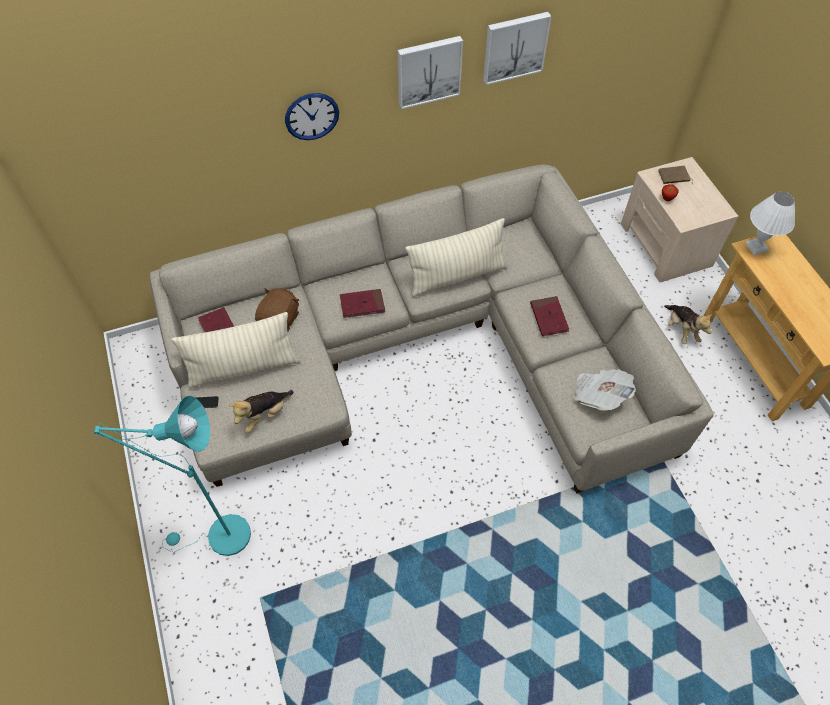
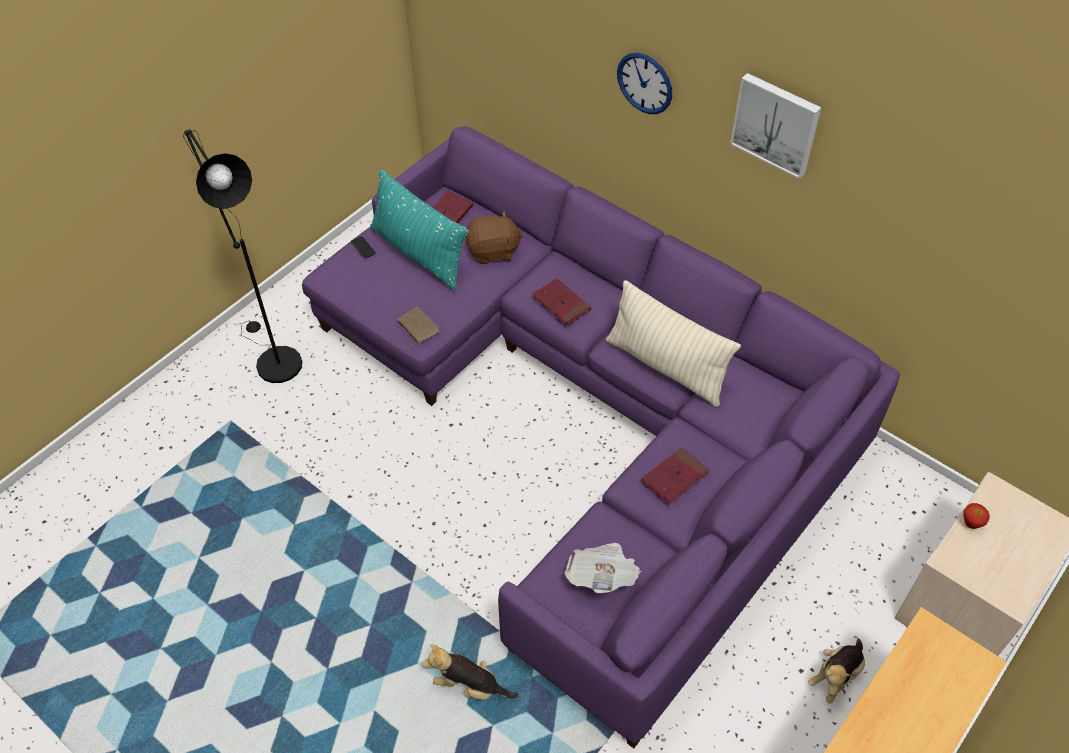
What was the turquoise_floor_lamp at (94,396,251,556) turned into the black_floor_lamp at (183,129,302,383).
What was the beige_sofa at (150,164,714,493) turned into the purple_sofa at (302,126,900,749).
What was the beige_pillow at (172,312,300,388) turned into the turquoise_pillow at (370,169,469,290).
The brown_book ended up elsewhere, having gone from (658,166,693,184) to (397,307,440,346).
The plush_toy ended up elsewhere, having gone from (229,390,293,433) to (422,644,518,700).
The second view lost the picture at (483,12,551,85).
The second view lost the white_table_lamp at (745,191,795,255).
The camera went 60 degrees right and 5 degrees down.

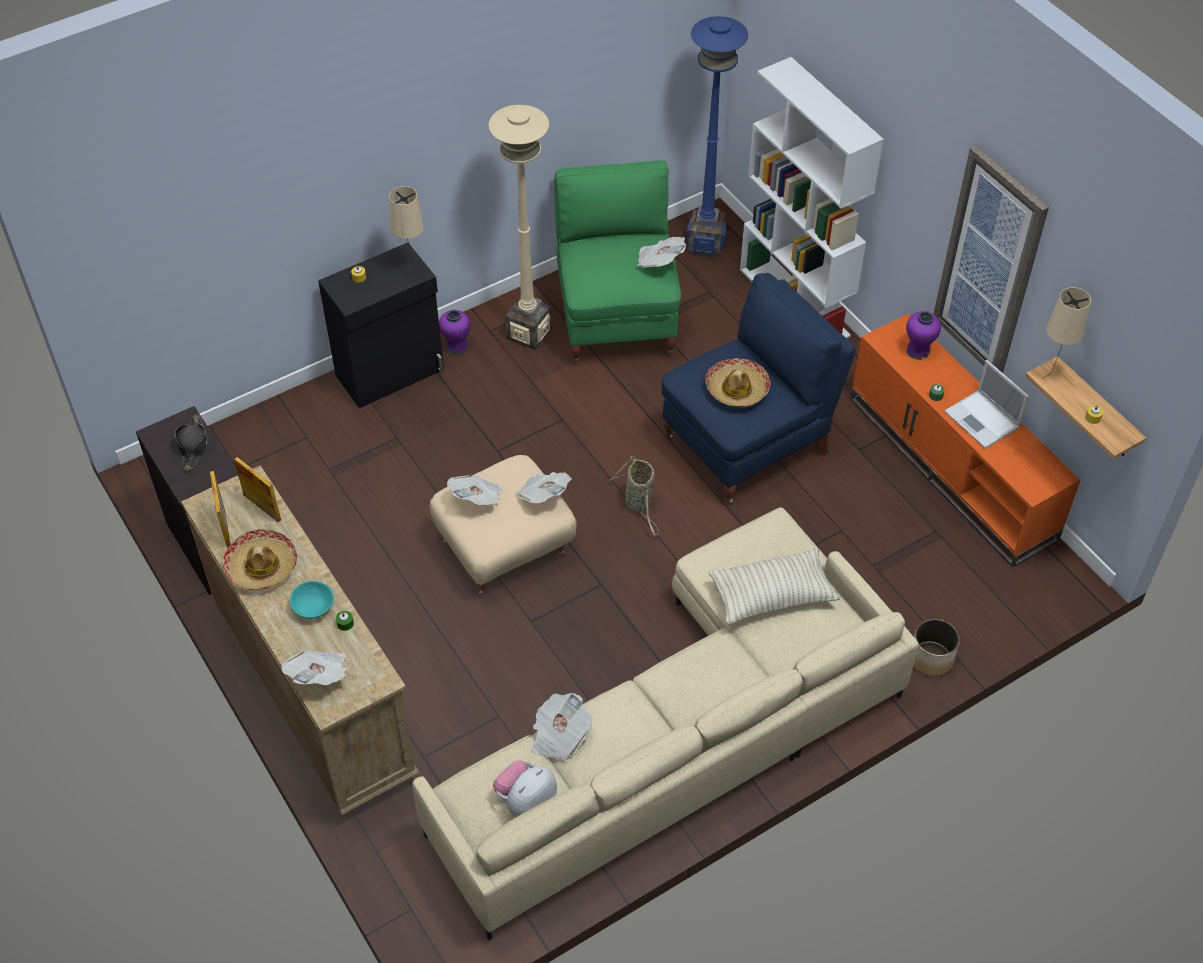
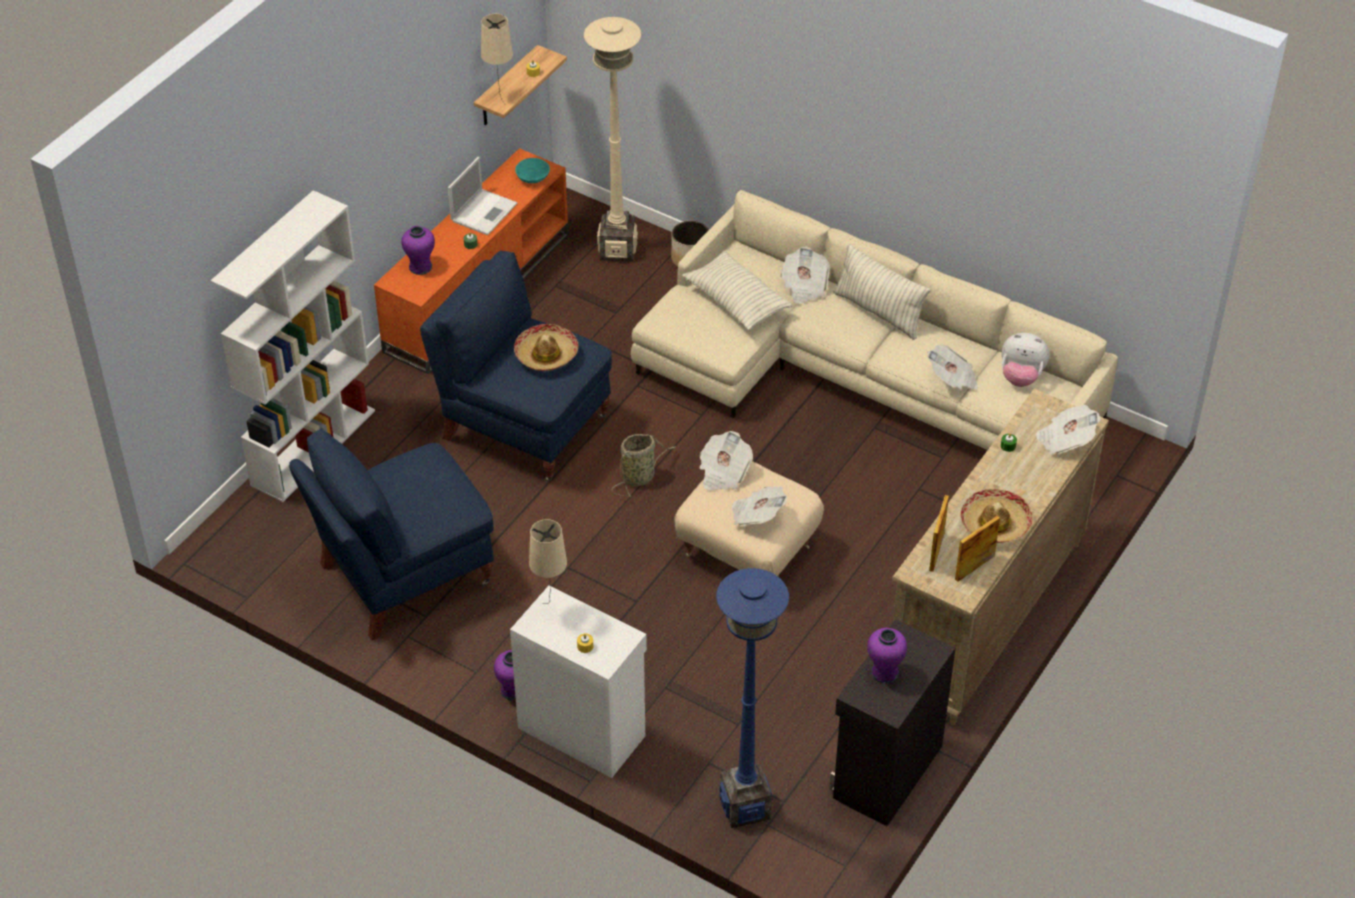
What was the green_armchair at (554,160,681,364) turned into the blue_armchair at (289,428,494,641).
What was the black_cabinet at (318,243,444,408) turned into the white_cabinet at (510,586,647,778).
The turquoise_bowl ended up elsewhere, having gone from (290,581,334,619) to (515,158,550,183).
The beige_floor_lamp ended up elsewhere, having gone from (489,105,551,350) to (584,17,641,262).
The blue_floor_lamp ended up elsewhere, having gone from (687,16,748,257) to (716,568,789,828).
The newspaper ended up elsewhere, having gone from (637,237,686,267) to (780,247,830,304).
The second view gained the pillow at (833,243,931,340).
Where the black_hat stood at (175,415,207,471), the purple_vase came to stand at (867,628,907,684).
The second view lost the picture at (933,145,1049,373).
The camera went 115 degrees left and 5 degrees down.

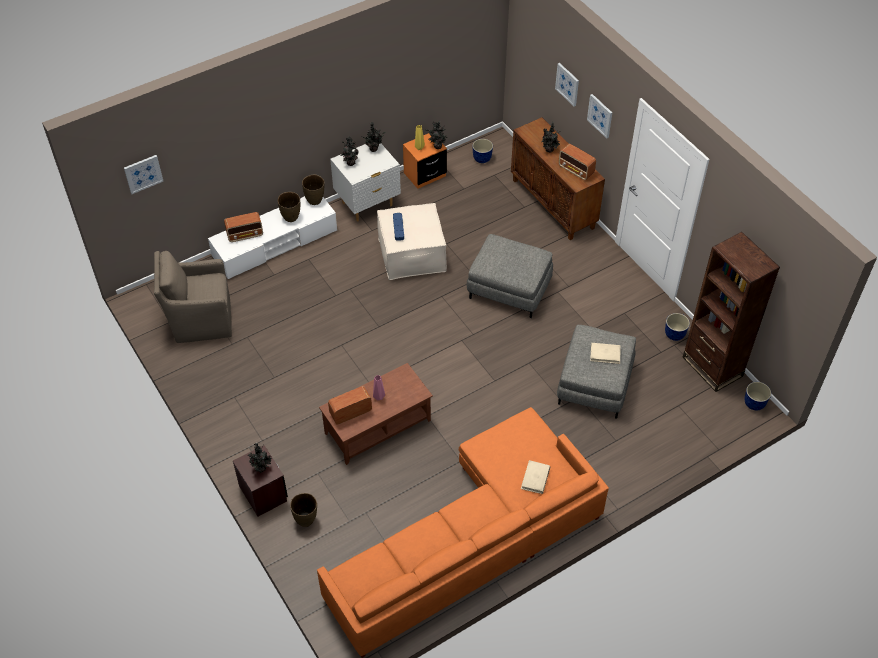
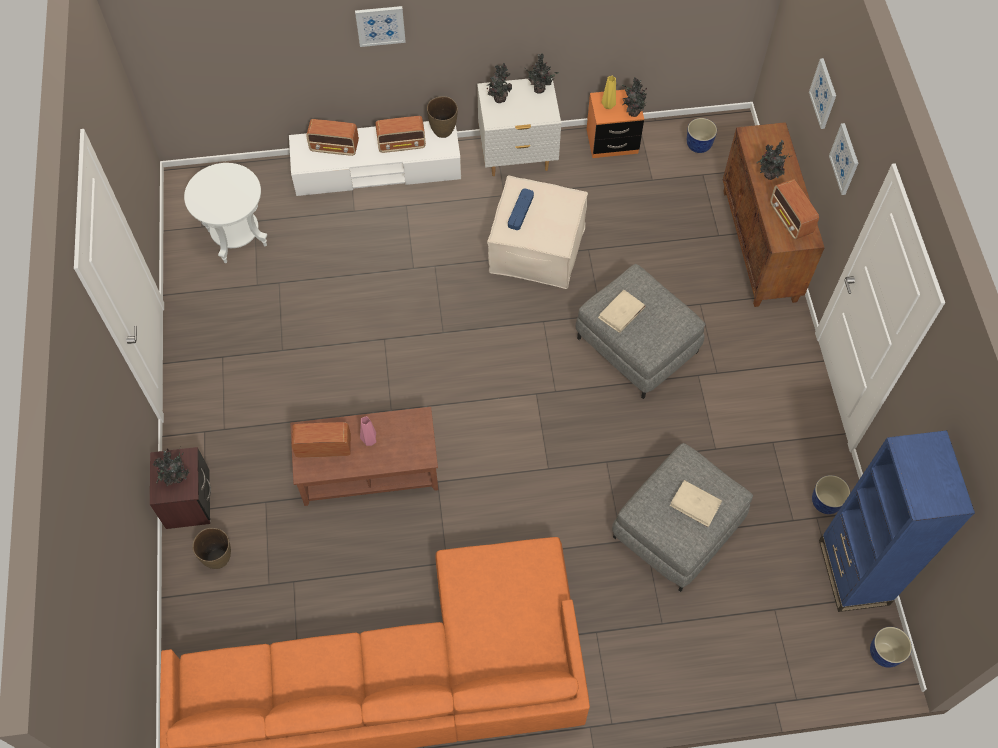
Where the brown_armchair stood at (154,251,232,343), the white_side_table came to stand at (184,163,267,263).
The picture ended up elsewhere, having gone from (124,155,163,194) to (355,6,406,47).
Where the brown_vase stood at (278,192,300,222), the radio came to stand at (375,116,426,153).
The beige_book ended up elsewhere, having gone from (521,460,551,494) to (598,290,645,333).
What was the brown_bookcase at (683,232,780,392) turned into the blue_bookcase at (819,430,975,612).
The camera went 25 degrees right and 10 degrees up.

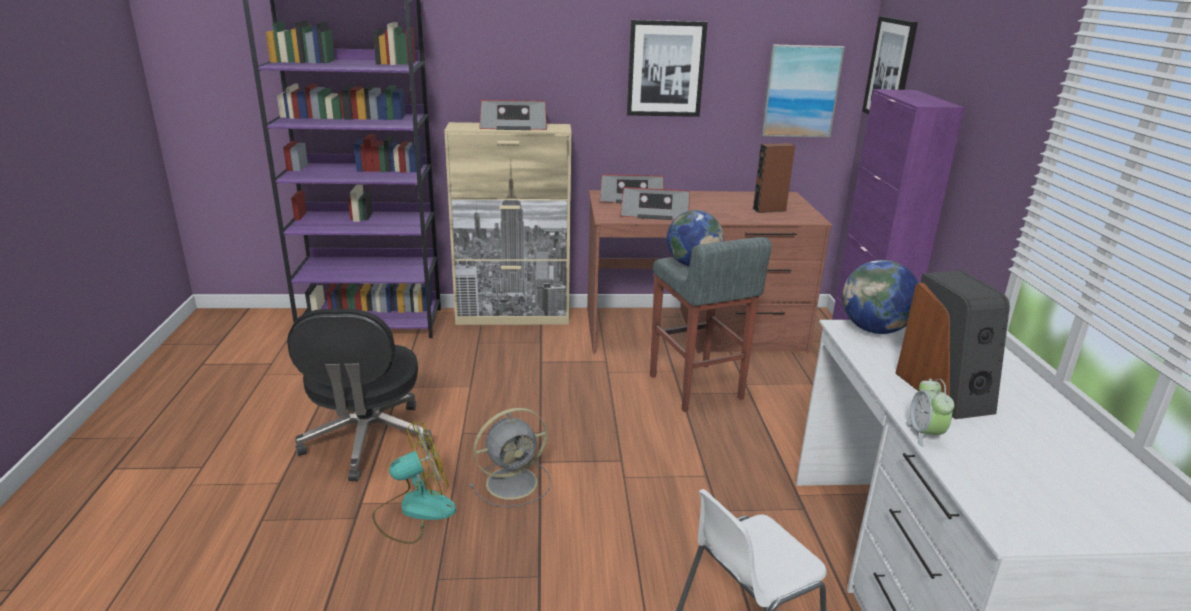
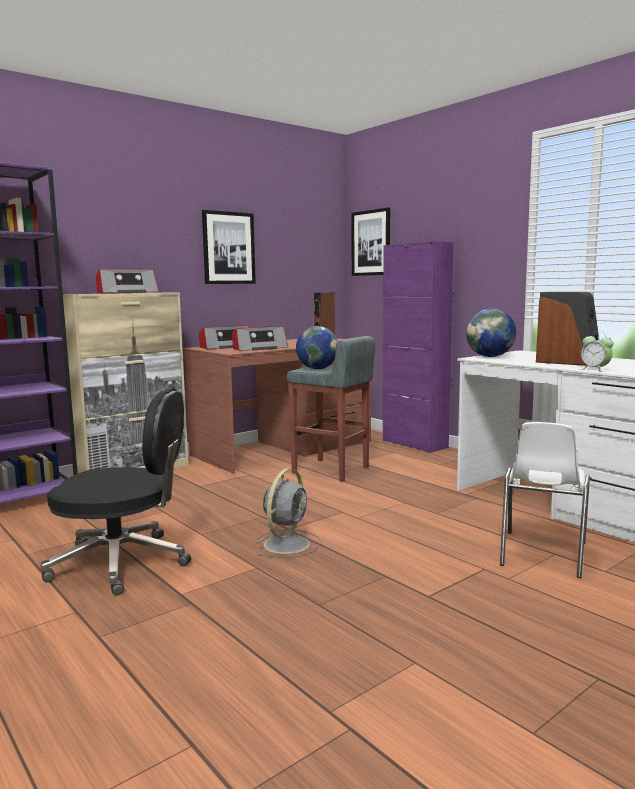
The black_office_chair at (287,309,434,482) ended up facing another way, 45 degrees counterclockwise from before.
The second view lost the fan at (372,422,456,544).
The second view lost the picture at (761,44,845,137).
The camera went 35 degrees left and 15 degrees down.

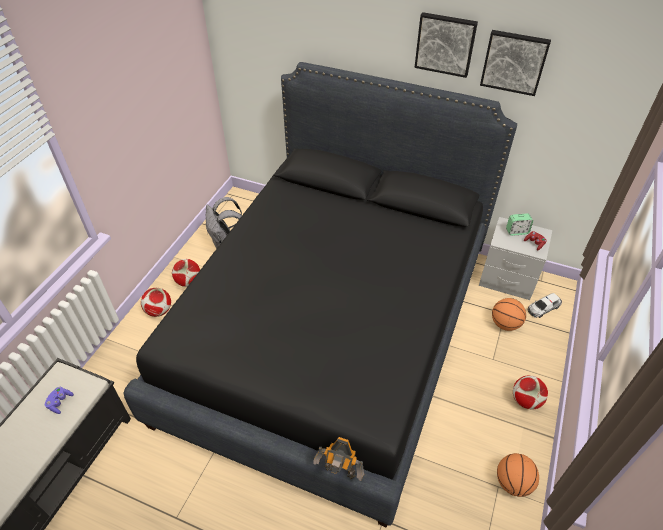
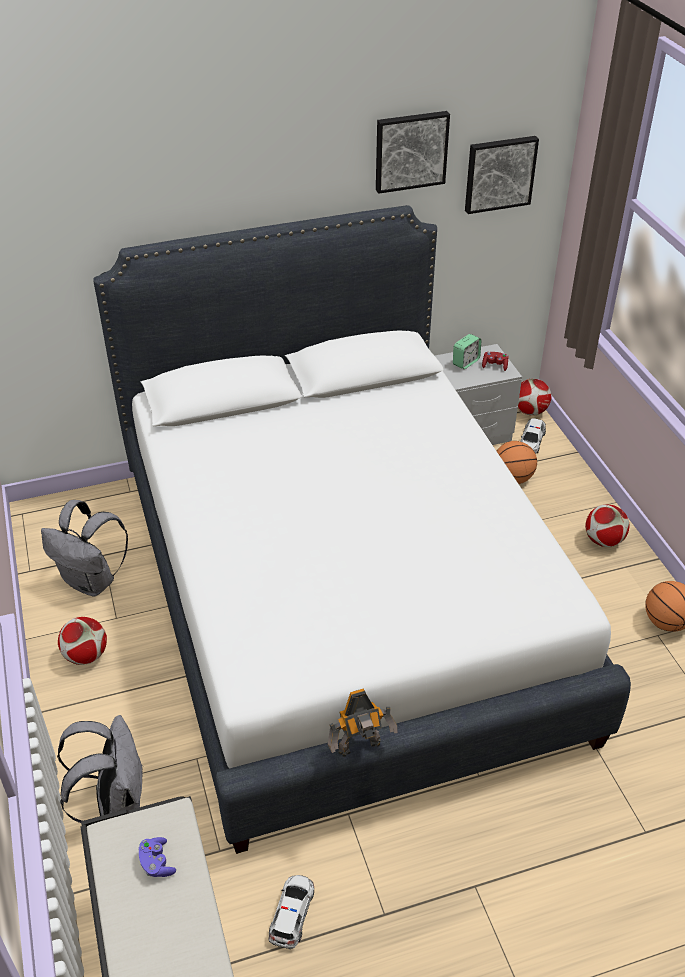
The second view gained the grey_backpack at (57,715,142,823).
What was the black_bed at (123,62,517,527) turned into the white_bed at (93,205,631,854).
The second view gained the toy_car at (269,875,314,949).
The toy_robot ended up elsewhere, having gone from (313,437,364,481) to (328,688,398,757).
The picture ended up elsewhere, having gone from (414,12,478,78) to (465,136,539,214).
The football ended up elsewhere, having gone from (141,288,171,317) to (518,379,551,415).
The camera went 40 degrees left and 5 degrees down.

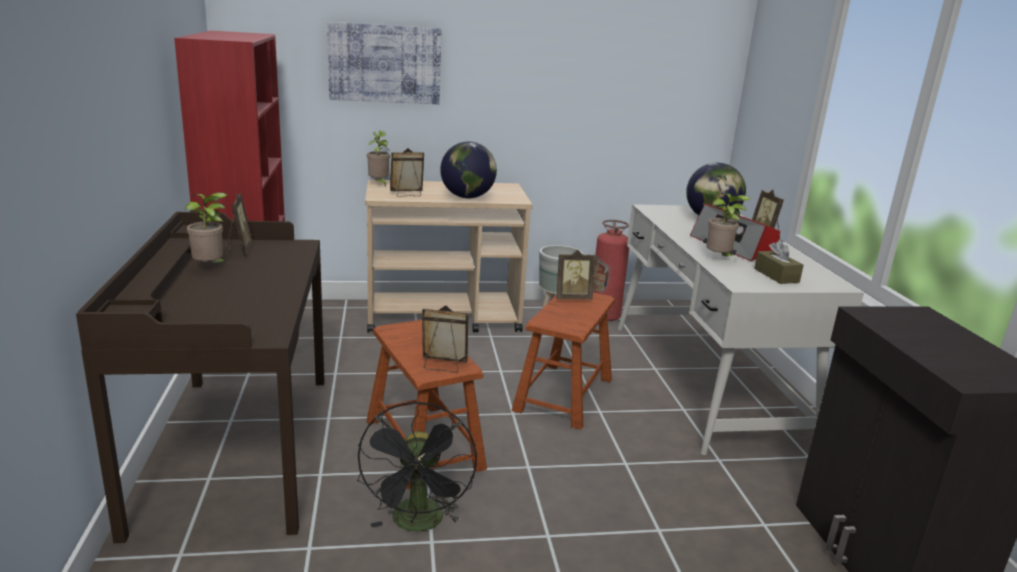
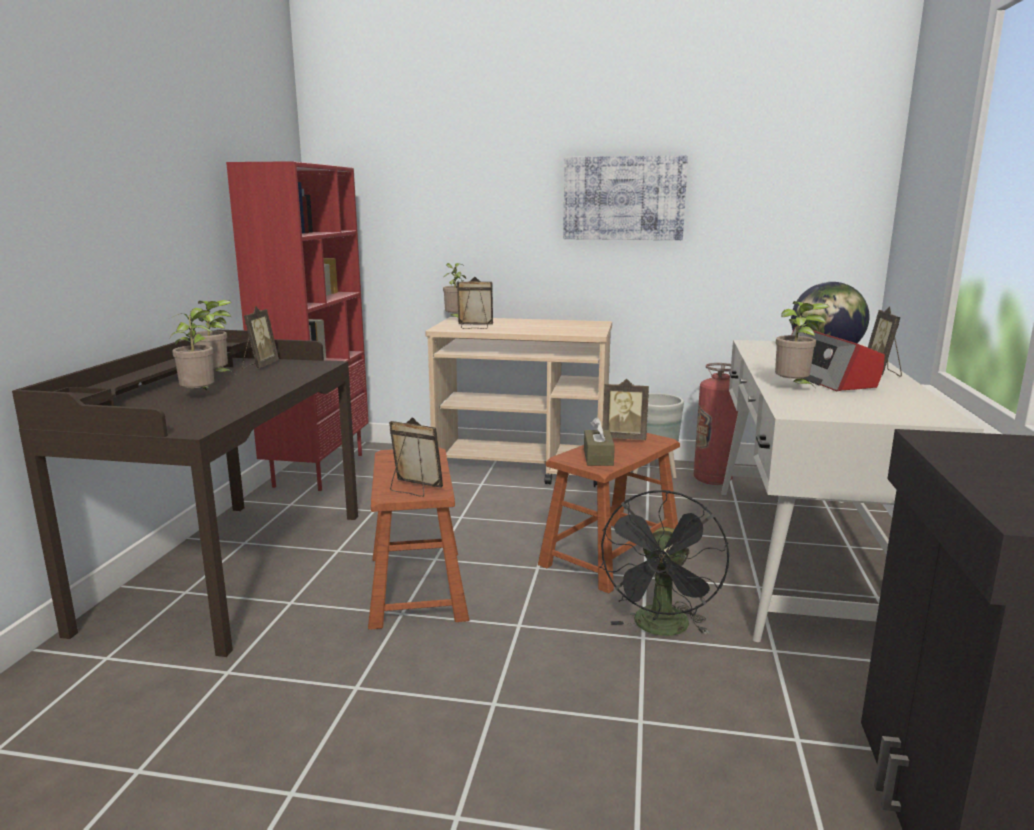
The second view gained the potted_plant at (170,310,214,391).
The picture ended up elsewhere, having gone from (327,22,441,104) to (563,156,688,240).
The brown_tissue_box ended up elsewhere, having gone from (754,240,804,284) to (584,417,615,466).
The black_fan ended up elsewhere, having gone from (357,401,477,532) to (599,490,729,636).
The second view lost the globe at (440,141,497,198).
The camera went 20 degrees right and 5 degrees down.

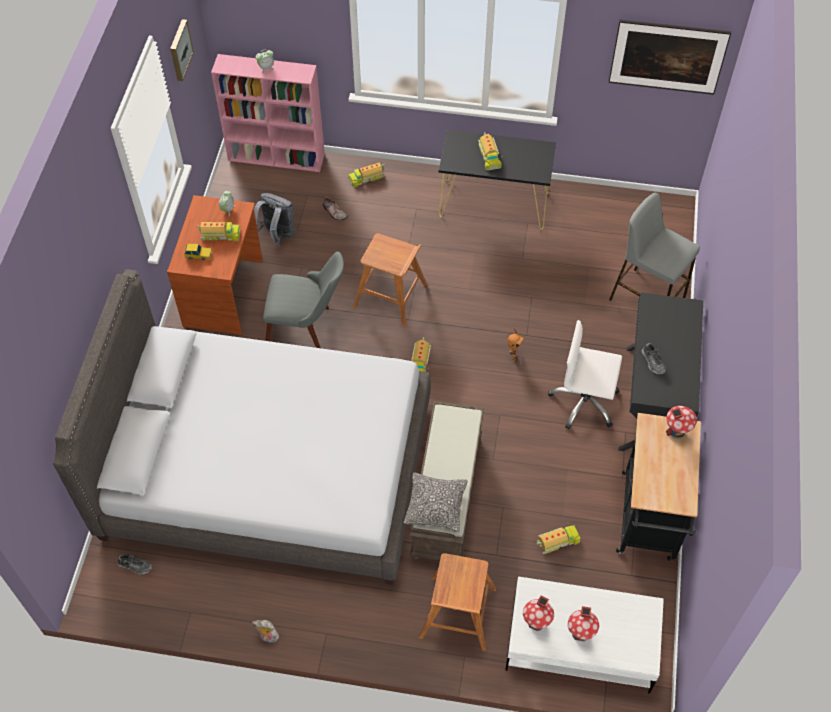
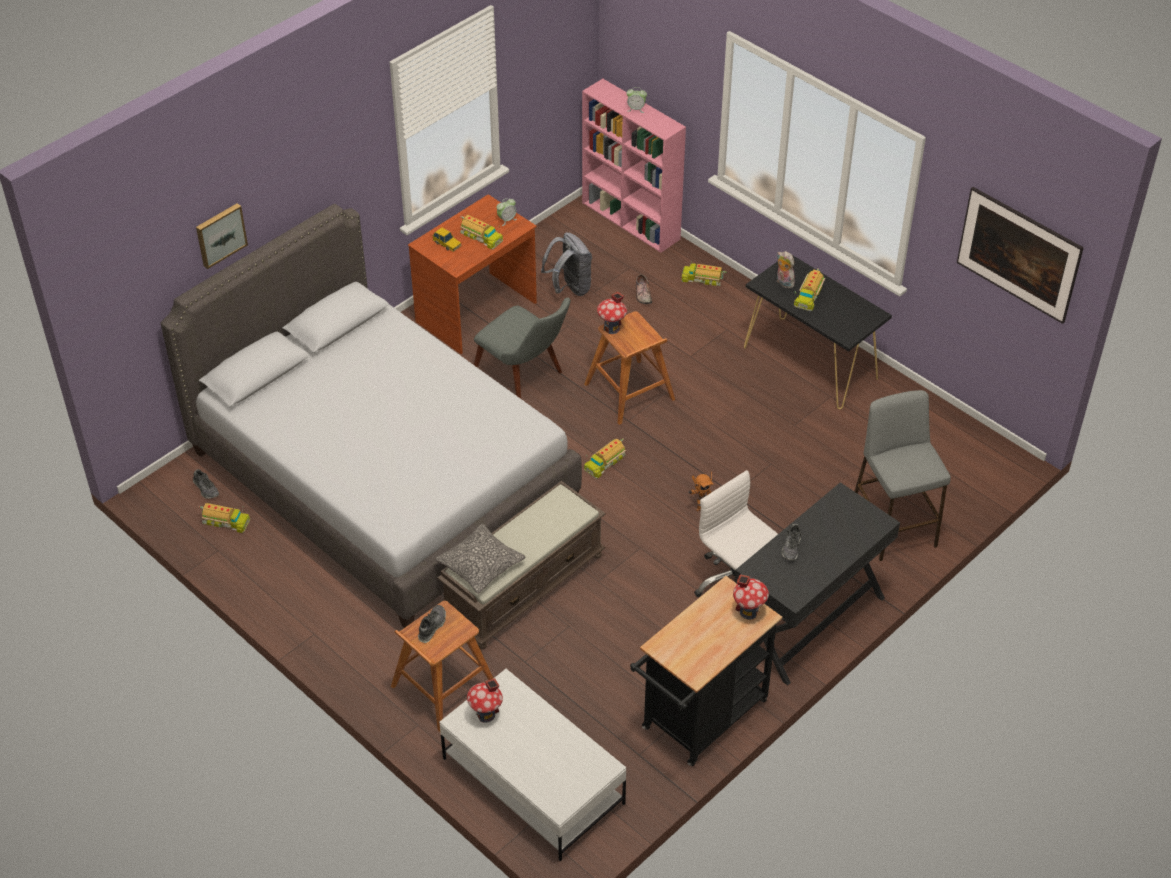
The picture ended up elsewhere, having gone from (170,19,194,81) to (196,203,248,269).
The toy_truck ended up elsewhere, having gone from (537,522,581,554) to (199,503,250,533).
The second view gained the shoe at (418,605,446,643).
The toy_house ended up elsewhere, having gone from (568,606,599,641) to (597,292,627,334).
The plush_toy ended up elsewhere, having gone from (252,620,279,643) to (777,251,795,289).
The camera went 35 degrees right and 10 degrees down.

